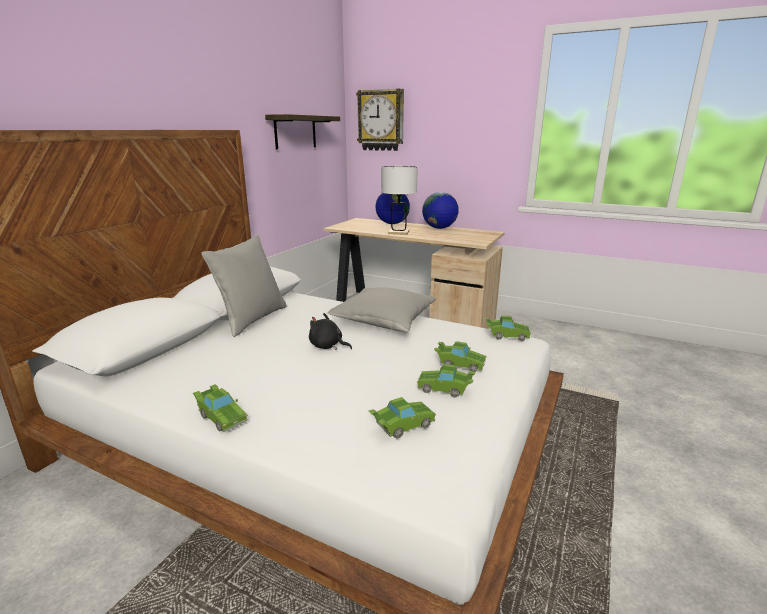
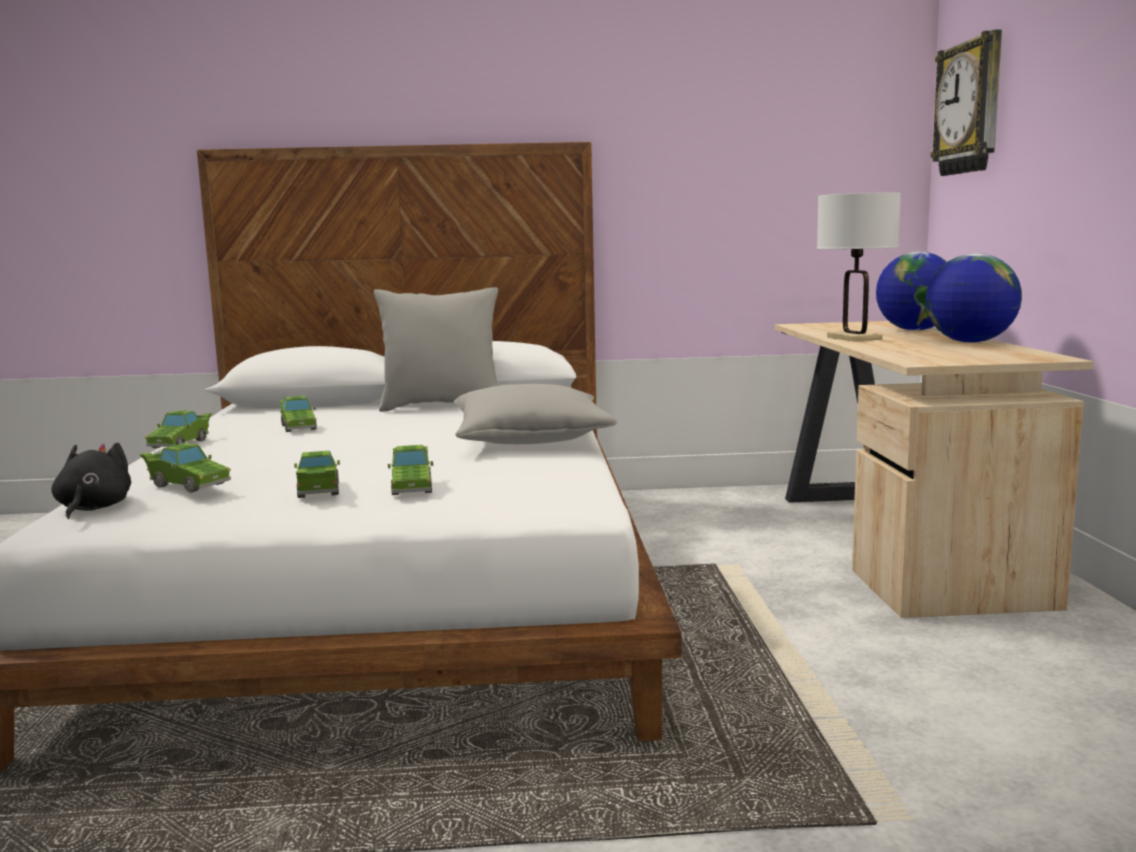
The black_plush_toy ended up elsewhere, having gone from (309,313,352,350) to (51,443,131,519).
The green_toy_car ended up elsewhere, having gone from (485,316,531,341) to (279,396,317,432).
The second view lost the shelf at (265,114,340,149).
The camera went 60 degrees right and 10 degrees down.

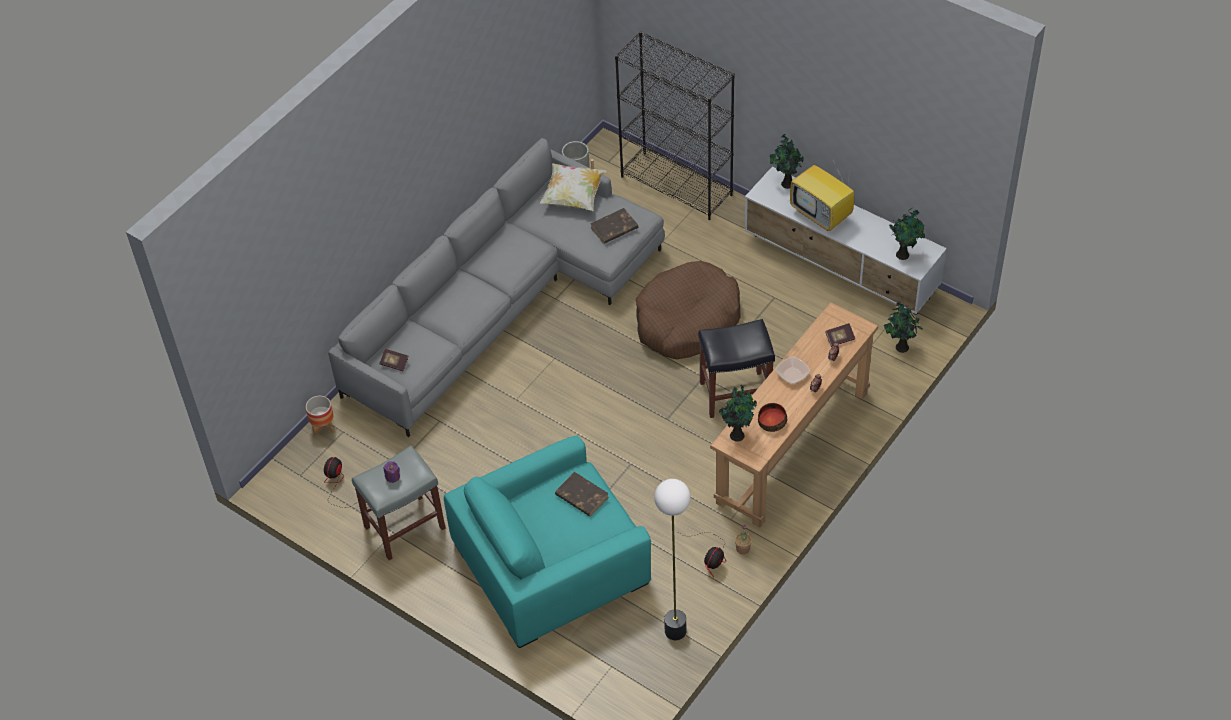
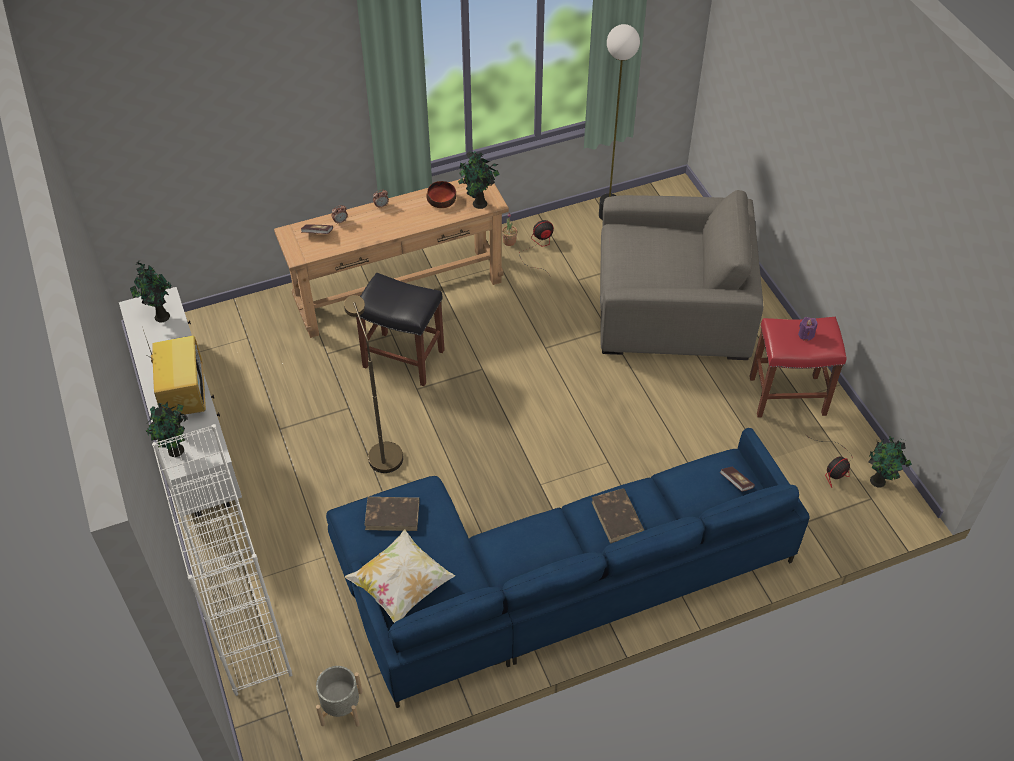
What was the black_bookcase at (615,31,735,220) turned into the white_bookcase at (152,424,292,696).
What was the grey_sofa at (328,138,665,437) turned into the blue_sofa at (326,428,810,708).
Where the brown_dog_bed stood at (636,261,740,359), the brown_floor_lamp came to stand at (344,295,403,473).
The brown_book ended up elsewhere, having gone from (555,472,609,517) to (592,488,644,543).
What was the turquoise_armchair at (444,436,651,648) turned into the grey_armchair at (600,190,763,360).
What was the grey_stool at (352,446,445,560) turned into the red_stool at (749,317,847,417).
The potted_plant ended up elsewhere, having gone from (884,301,923,353) to (868,436,912,488).
The second view lost the planter at (306,396,334,436).
The second view lost the bowl at (775,356,810,384).
The camera went 150 degrees left and 0 degrees up.

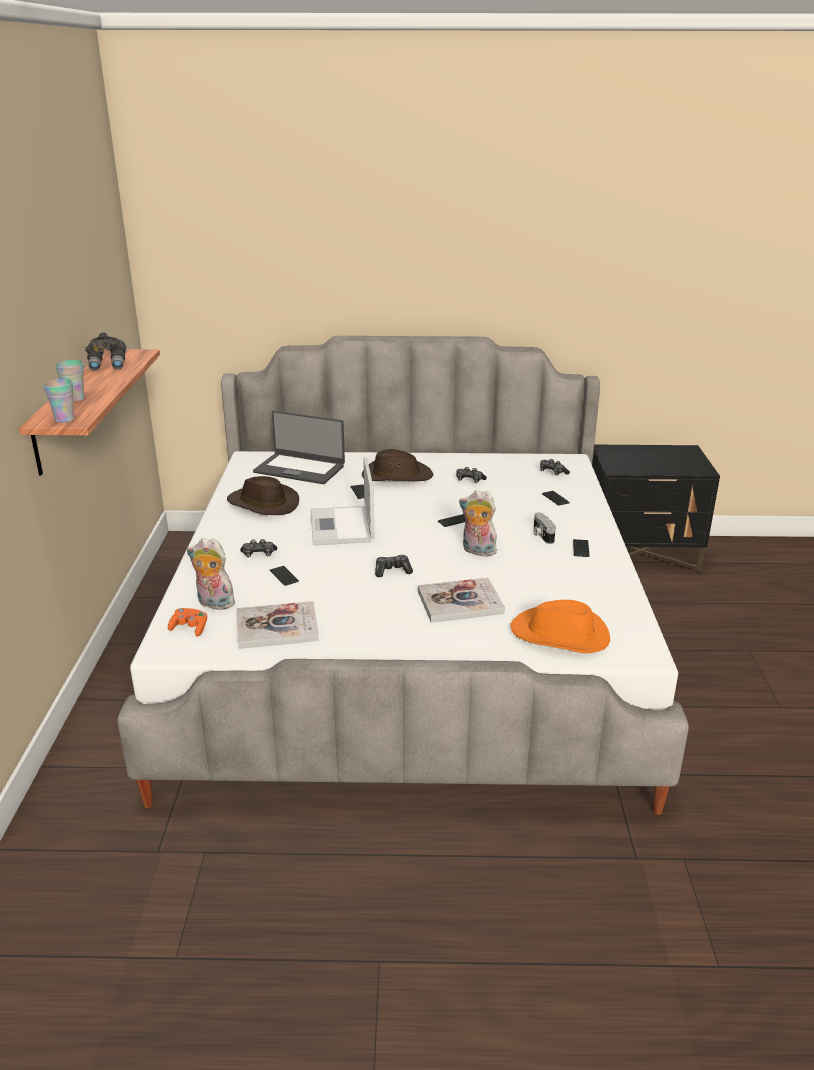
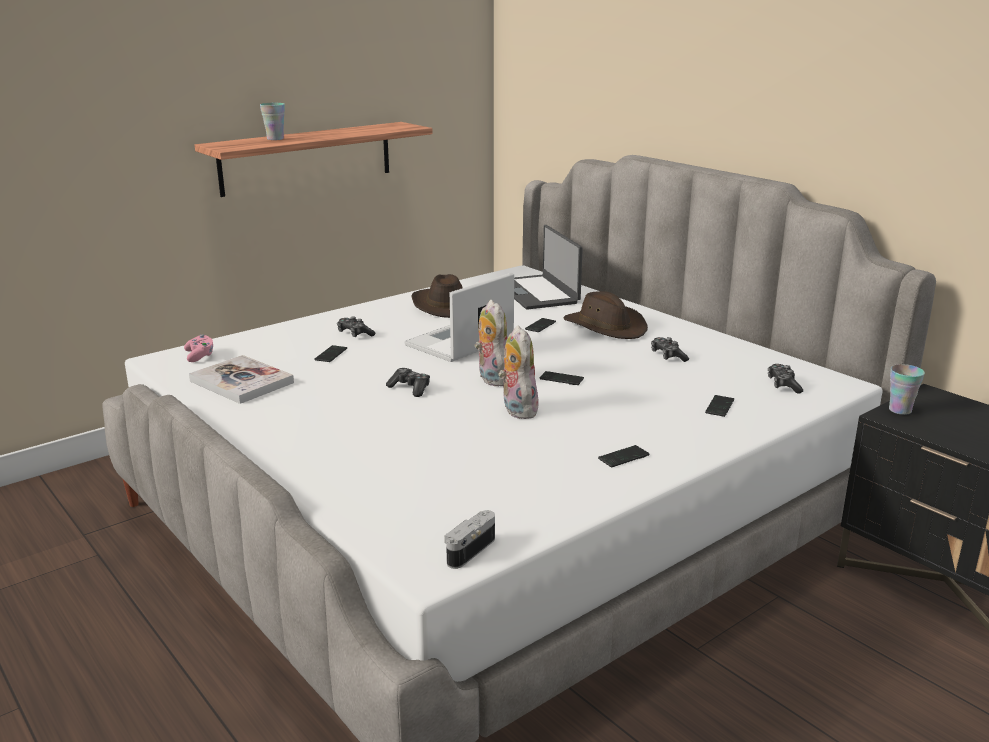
What was the orange_game_controller at (168,608,207,637) turned into the pink_game_controller at (184,334,213,362).
The photo_camera ended up elsewhere, having gone from (533,512,556,544) to (444,510,495,569).
The plush_toy ended up elsewhere, having gone from (187,538,238,610) to (475,300,507,386).
The cup ended up elsewhere, having gone from (43,379,74,423) to (889,364,925,415).
The second view lost the grey_binoculars at (85,333,127,371).
The second view lost the book at (418,578,505,623).
The second view lost the orange_hat at (511,600,610,653).
The camera went 50 degrees right and 5 degrees down.

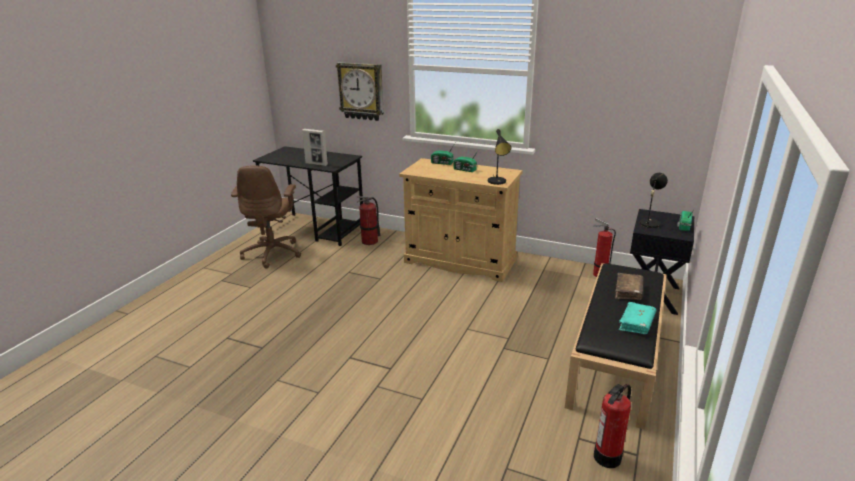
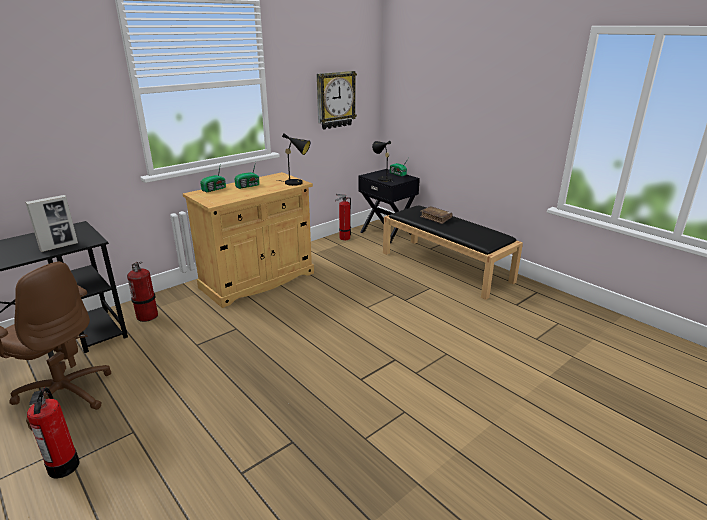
The fire_extinguisher ended up elsewhere, having gone from (594,384,631,468) to (27,387,80,479).
The wall_clock ended up elsewhere, having gone from (336,62,384,121) to (317,71,357,129).
The second view lost the turquoise_book at (619,302,656,334).
The camera went 65 degrees left and 0 degrees up.

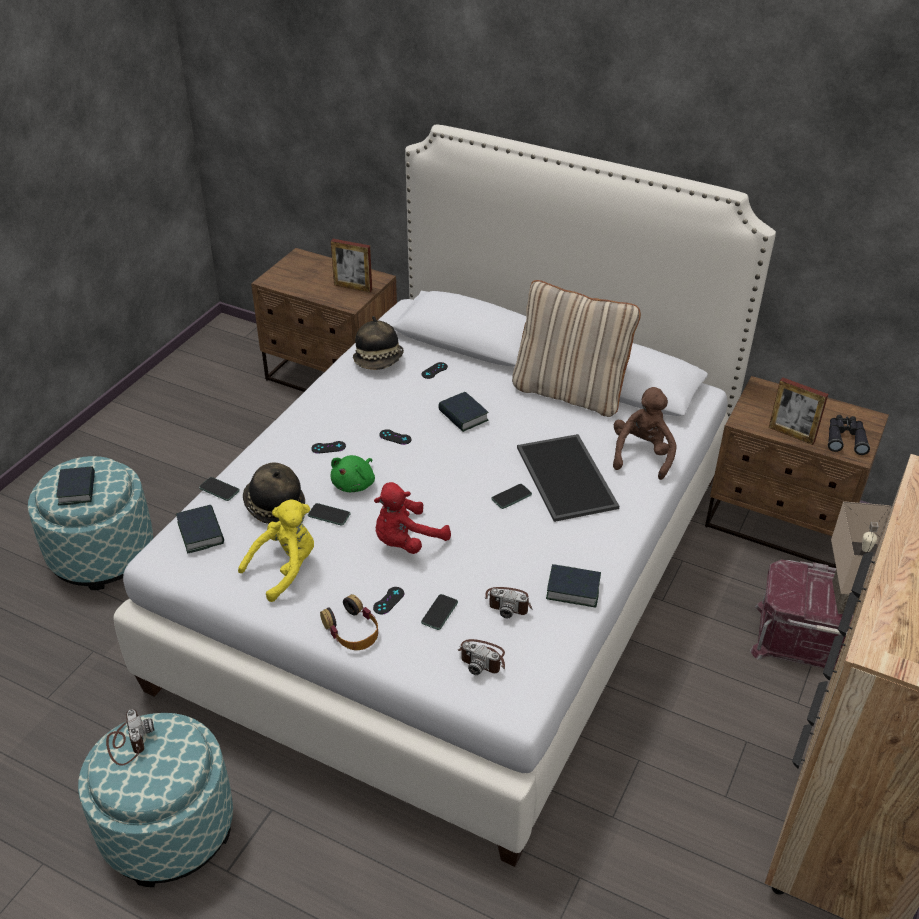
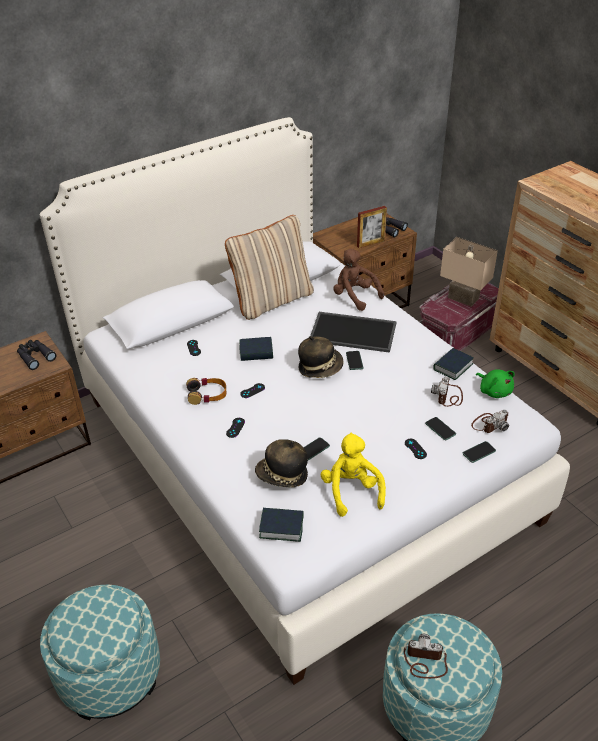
Where the picture_frame stood at (331,239,372,292), the black_binoculars came to stand at (17,340,57,370).
The headphones ended up elsewhere, having gone from (320,594,378,650) to (186,378,226,405).
The hat ended up elsewhere, having gone from (353,316,404,370) to (298,336,344,378).
The photo_camera at (485,587,533,618) ended up facing another way, 150 degrees clockwise from before.
The phone ended up elsewhere, having gone from (199,477,240,501) to (463,441,496,463).
The green_plush_toy ended up elsewhere, having gone from (330,455,375,492) to (476,369,515,398).
The second view lost the book at (57,466,95,505).
The second view lost the red_plush_toy at (374,482,451,554).
The camera went 60 degrees left and 0 degrees up.

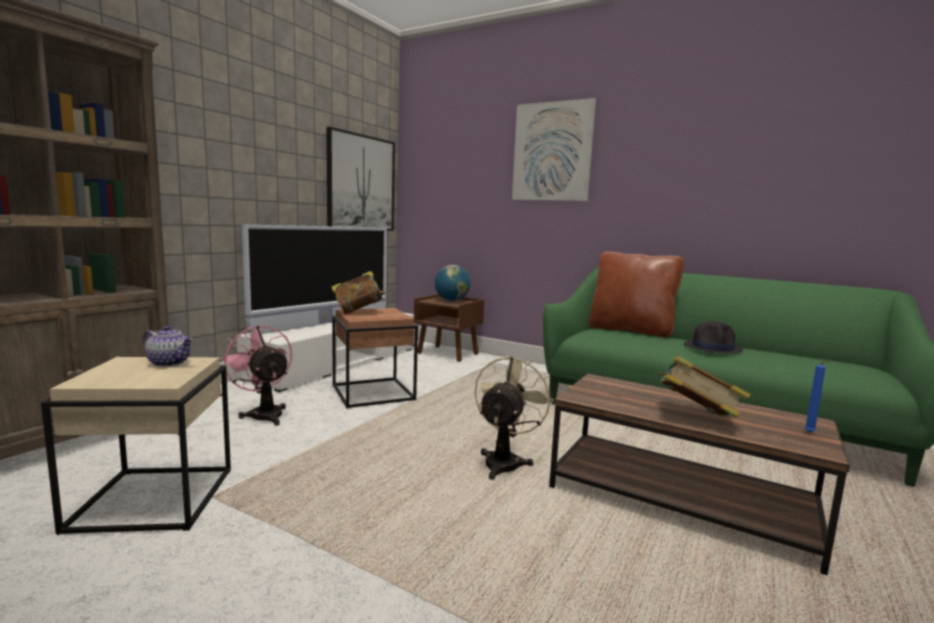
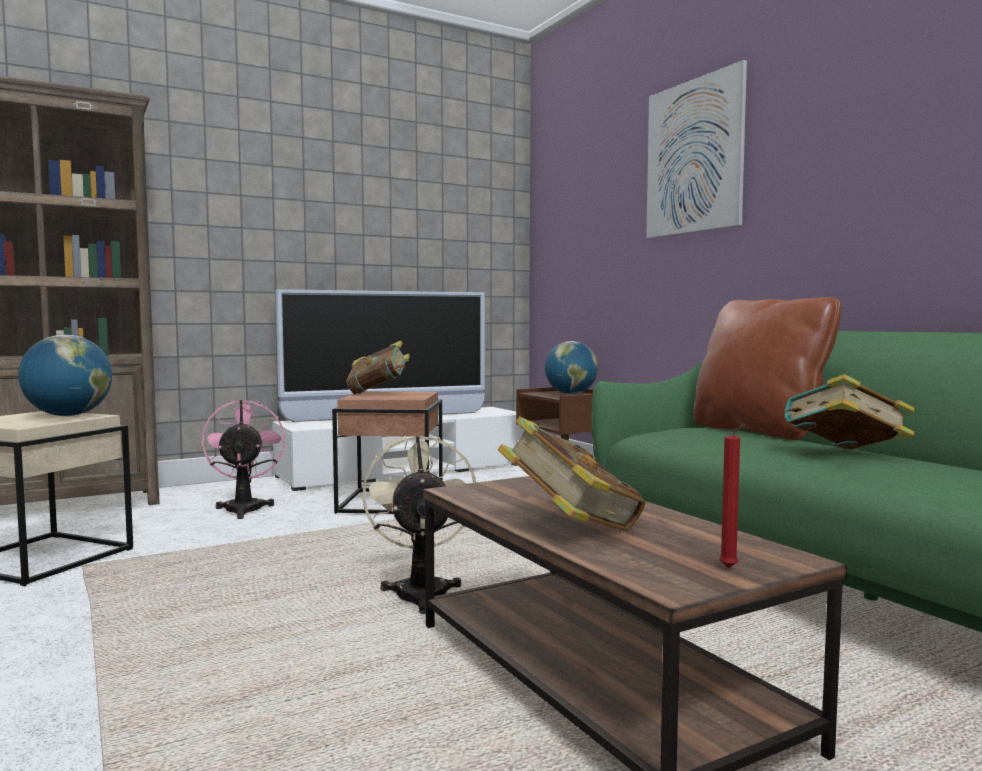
Where the teapot stood at (143,326,193,367), the globe came to stand at (18,334,112,416).
The beige_fan at (474,354,553,480) ended up facing another way, 60 degrees counterclockwise from before.
What was the blue_candle at (804,360,832,433) turned into the red_candle at (719,424,745,568).
Where the black_hat stood at (684,321,744,354), the book came to stand at (784,374,914,450).
The second view lost the picture at (326,127,395,231).
The camera went 30 degrees right and 5 degrees down.

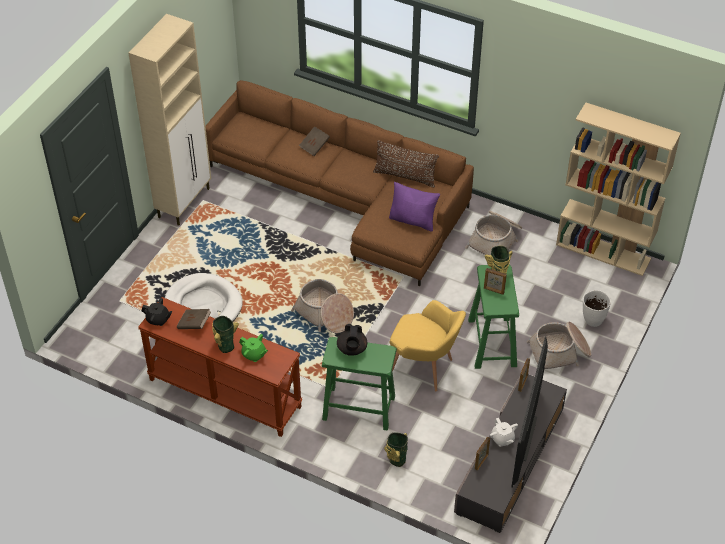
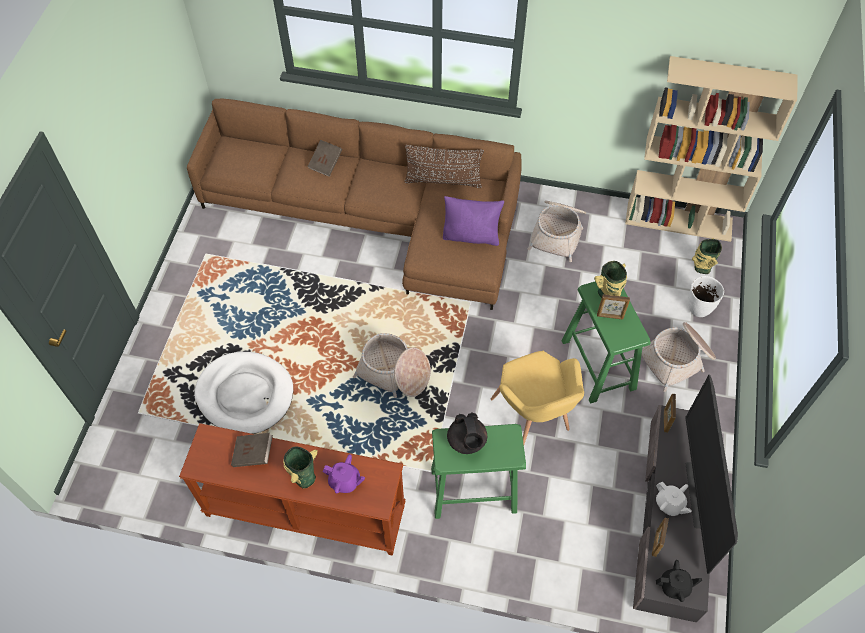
What was the green_teapot at (239,334,268,362) turned into the purple_teapot at (322,454,365,493).
The yellow_armchair at (390,300,466,391) ended up facing another way, 60 degrees clockwise from before.
The black_teapot ended up elsewhere, having gone from (142,298,173,326) to (656,560,702,602).
The vase ended up elsewhere, having gone from (384,432,408,467) to (692,238,722,274).
The second view lost the beige_cabinet at (129,14,211,226).
The camera went 15 degrees left and 10 degrees up.

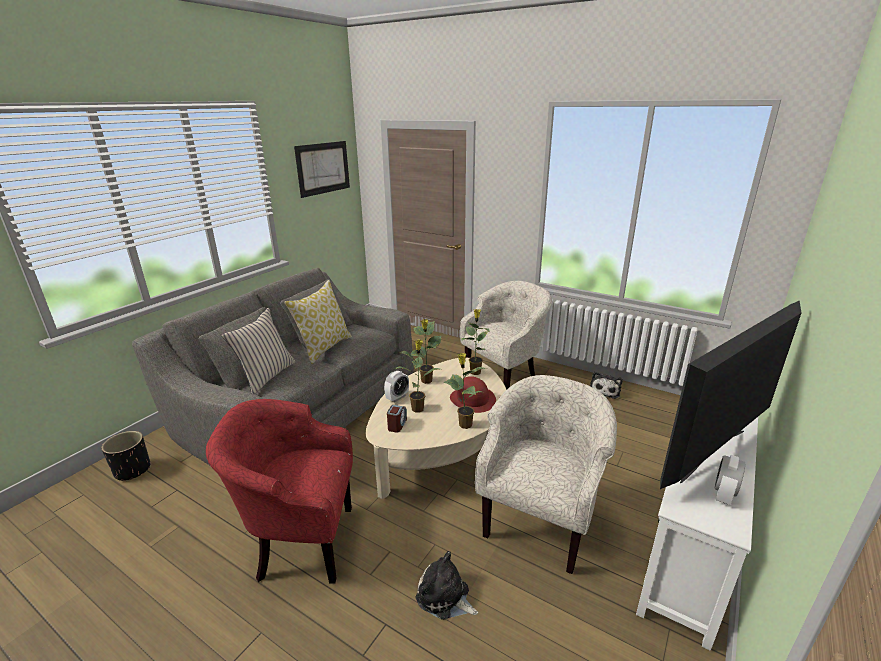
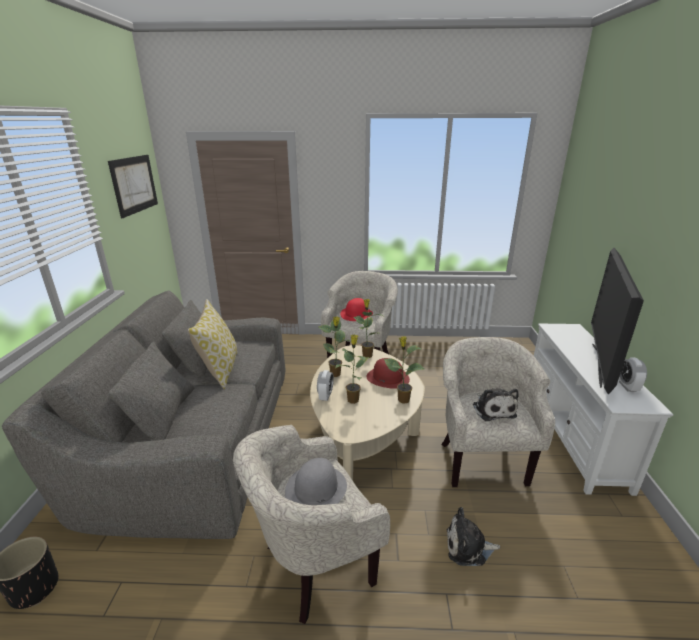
What was the red_armchair at (206,399,353,584) turned into the beige_armchair at (233,425,390,624).
The second view gained the grey_hat at (285,458,347,505).
The second view gained the red_hat at (340,298,373,321).
The plush_toy ended up elsewhere, having gone from (590,372,622,399) to (473,388,518,421).
The second view lost the beige_pillow at (221,308,296,394).
The second view lost the alarm_clock at (387,405,407,432).
The camera went 30 degrees left and 0 degrees up.

